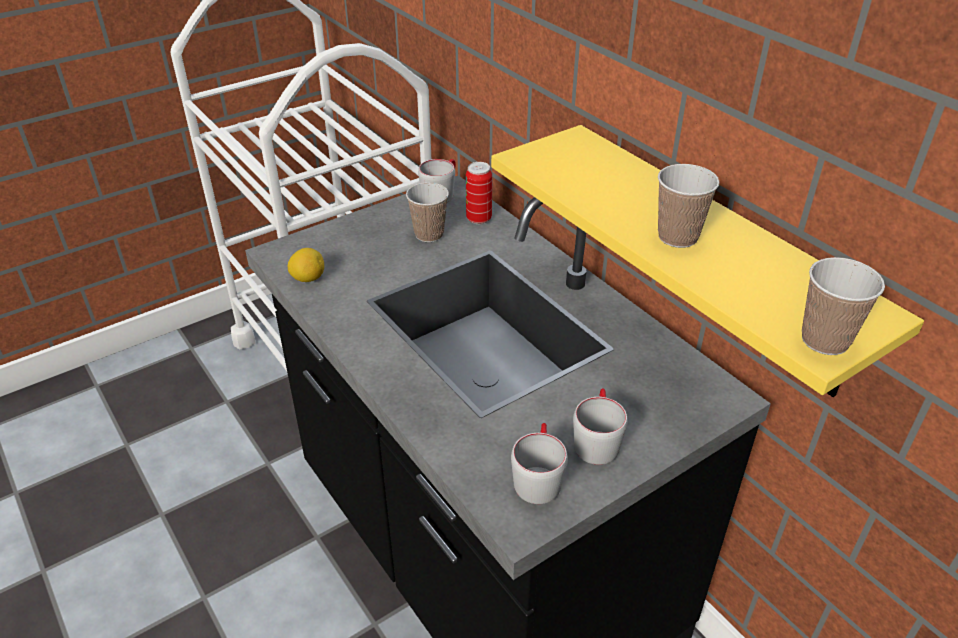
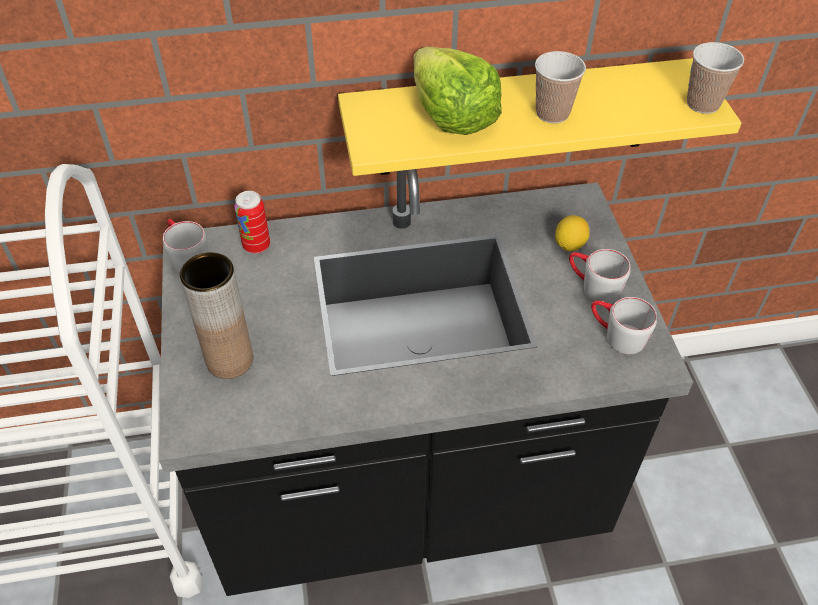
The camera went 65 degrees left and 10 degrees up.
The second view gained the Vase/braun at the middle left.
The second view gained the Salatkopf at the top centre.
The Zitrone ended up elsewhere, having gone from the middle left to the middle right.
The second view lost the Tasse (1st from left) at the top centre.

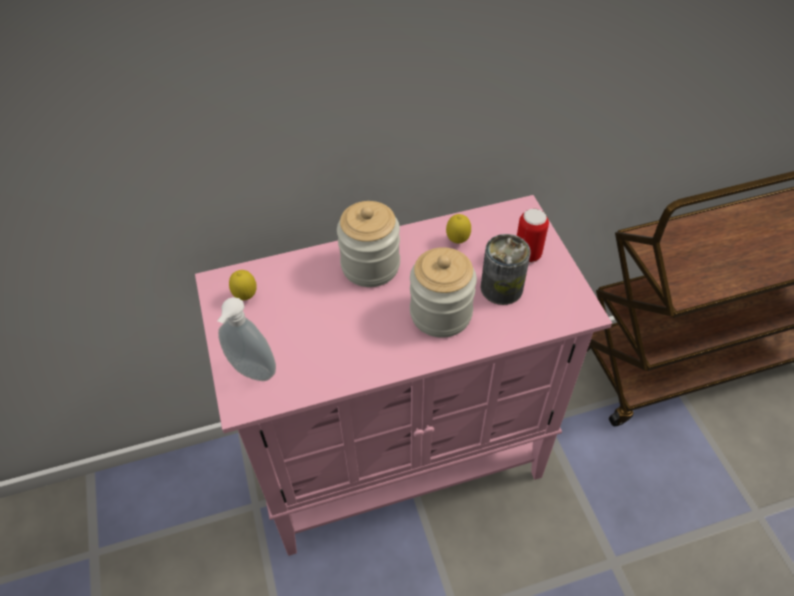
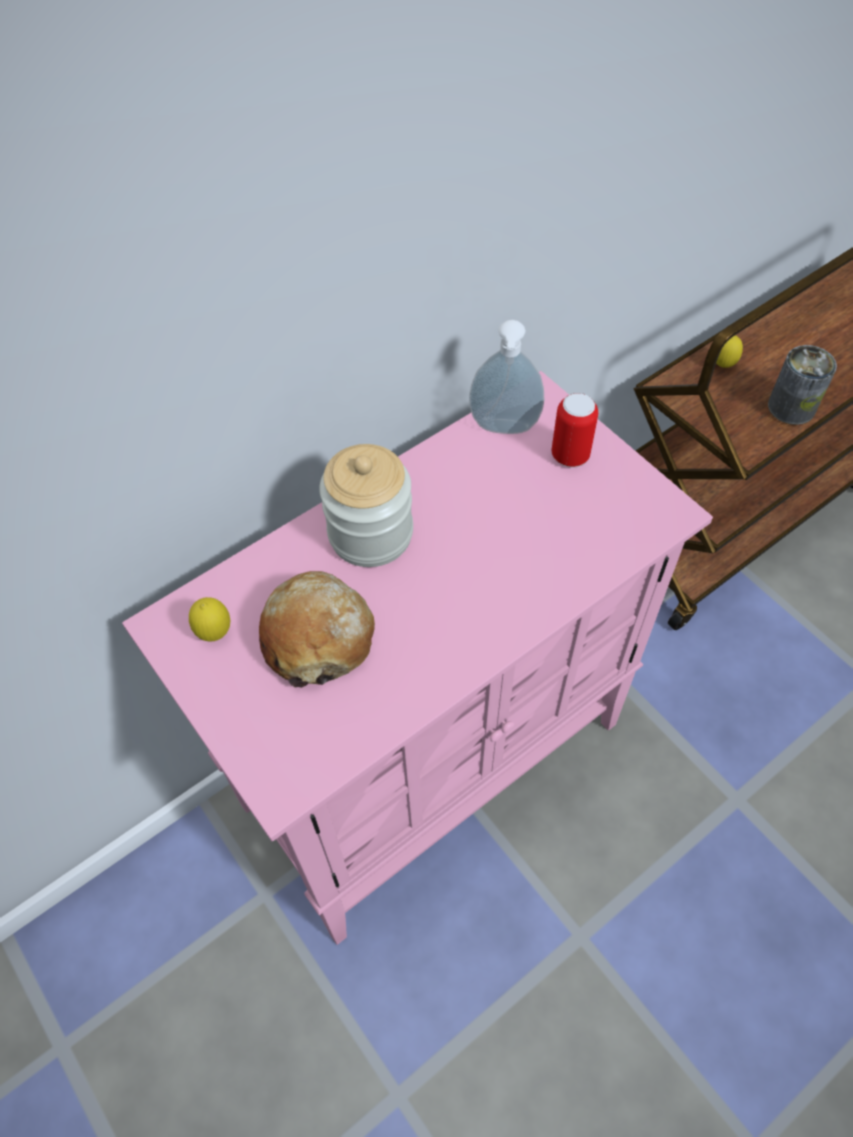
The camera went 20 degrees left and 5 degrees up.
The second view gained the Brot at the centre.
The Seifenspender ended up elsewhere, having gone from the middle left to the top centre.
The Zitrone (2nd from left) ended up elsewhere, having gone from the centre to the top right.
The Dose (1st from left in the first image) ended up elsewhere, having gone from the centre to the middle right.
The second view lost the Vorratsglas (2nd from left) at the centre.

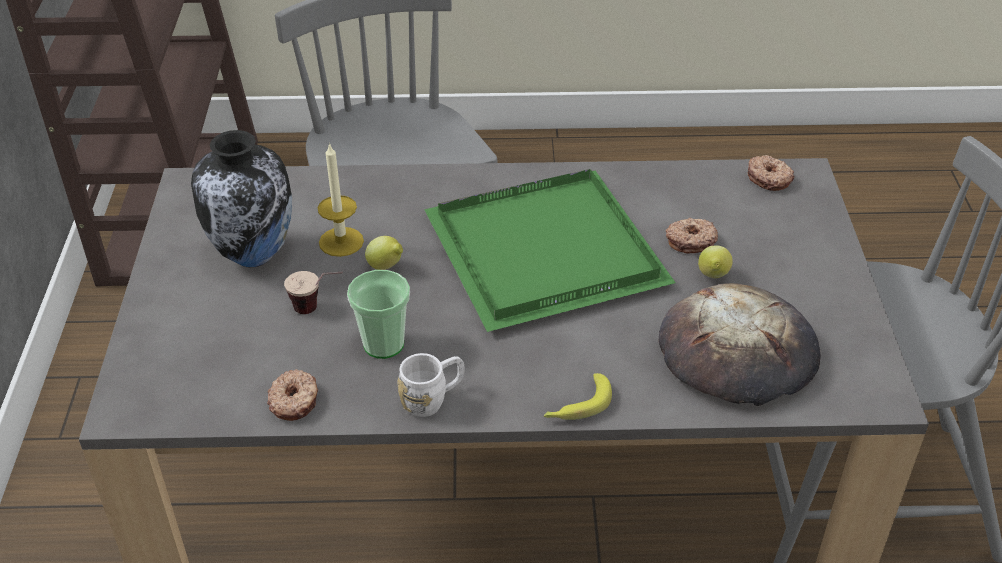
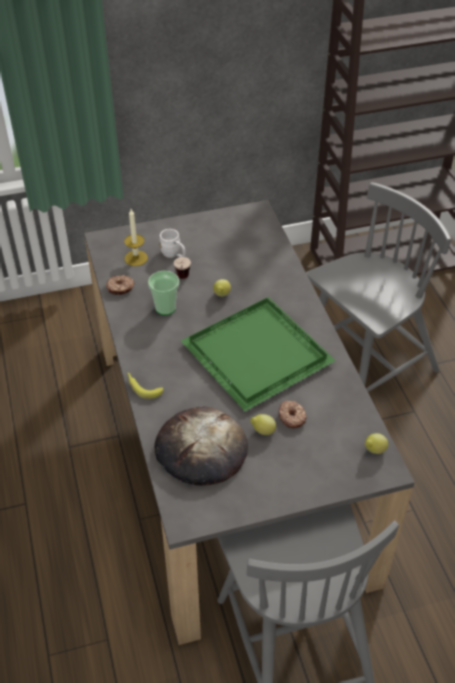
The camera went 75 degrees right and 5 degrees up.
The Kerze ended up elsewhere, having gone from the centre to the middle left.
The Henkelbecher/weiß ended up elsewhere, having gone from the bottom centre to the centre.
Where the Donut (3rd from left) stood at the top right, the Zitrone (3rd from left) came to stand at the middle right.
The second view lost the Vase at the middle left.

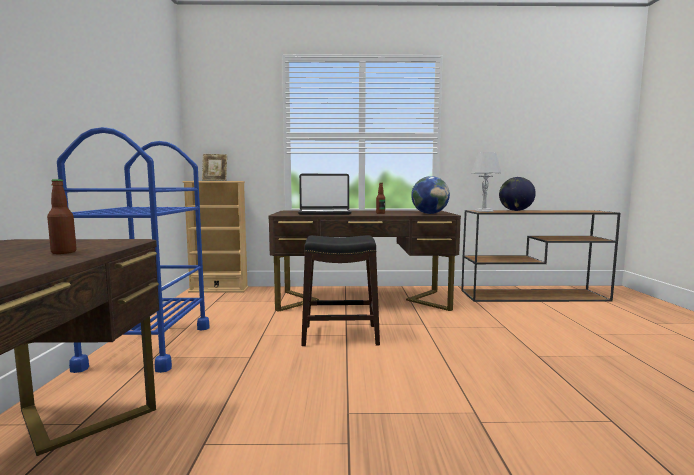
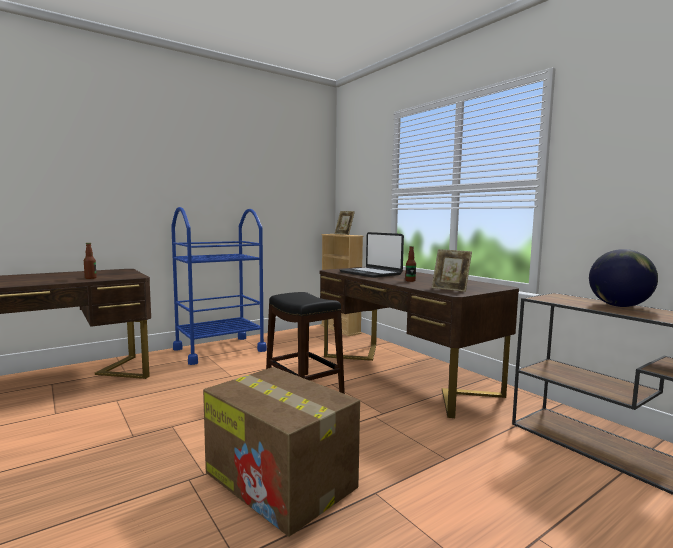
The camera went 55 degrees right and 0 degrees up.
The second view gained the Karton at the bottom centre.
Where the Globus (1st from left) stood at the centre, the Bilderrahmen (2nd from left) came to stand at the middle right.
The second view lost the Tischlampe/grau at the middle right.

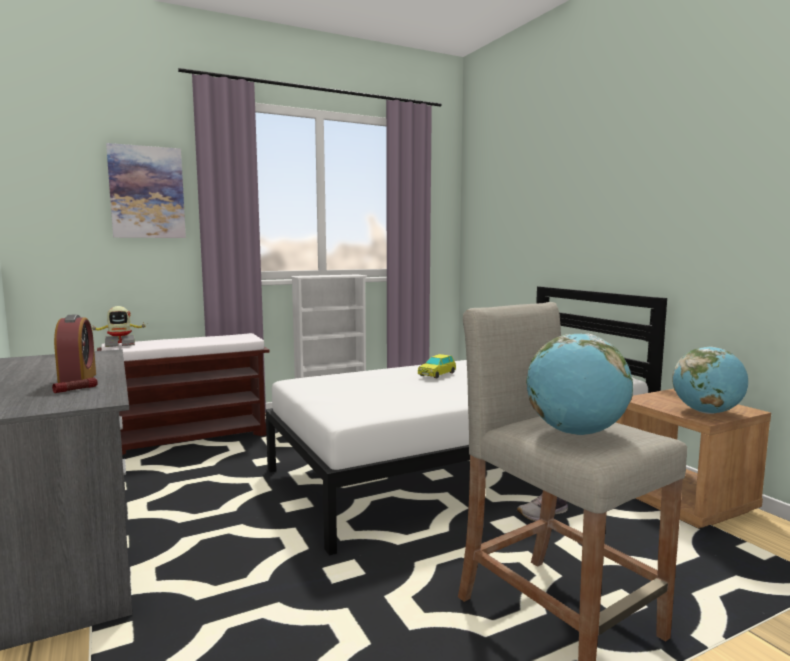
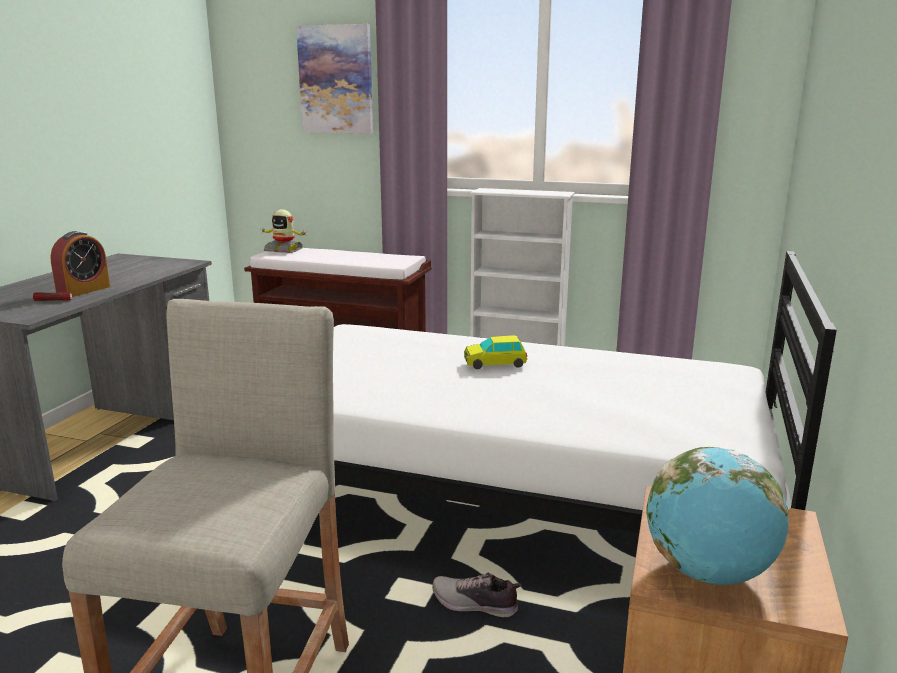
The camera went 45 degrees right and 10 degrees up.
The second view lost the Globus (1st from left) at the middle right.

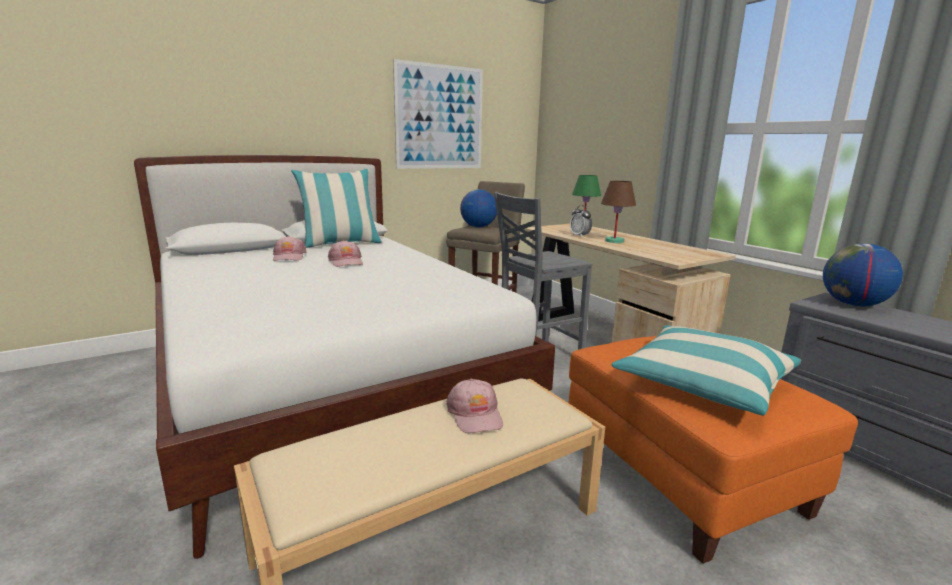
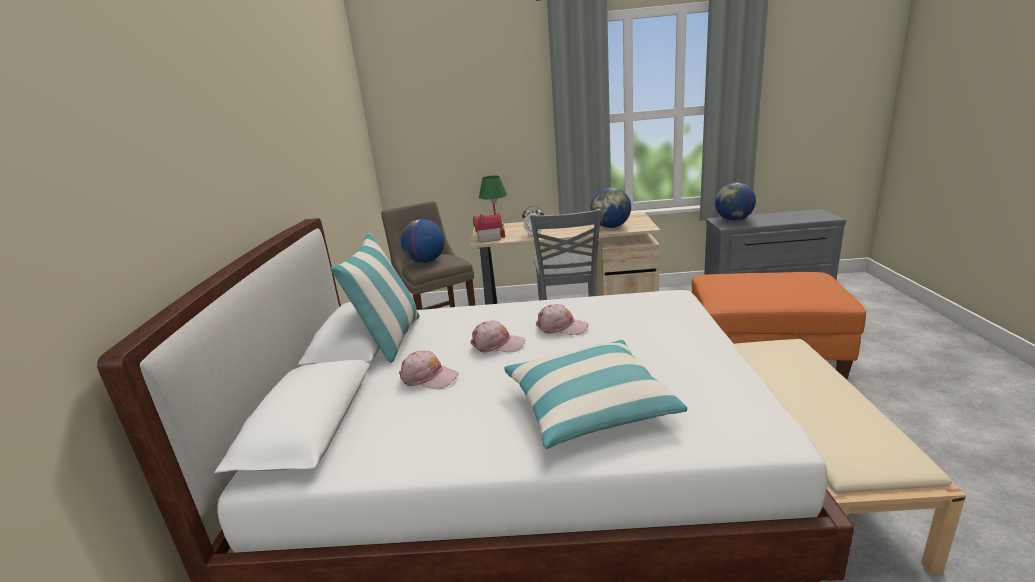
The camera went 55 degrees left and 5 degrees up.
The second view gained the Spielzeughaus at the centre.
The Kissen (2nd from left) ended up elsewhere, having gone from the middle right to the bottom centre.
The Kappe/rosa (3rd from left) ended up elsewhere, having gone from the bottom centre to the centre.
The second view gained the Globus (2nd from left) at the centre.
The second view lost the Bild at the top centre.
The second view lost the Tischlampe/braun at the centre.

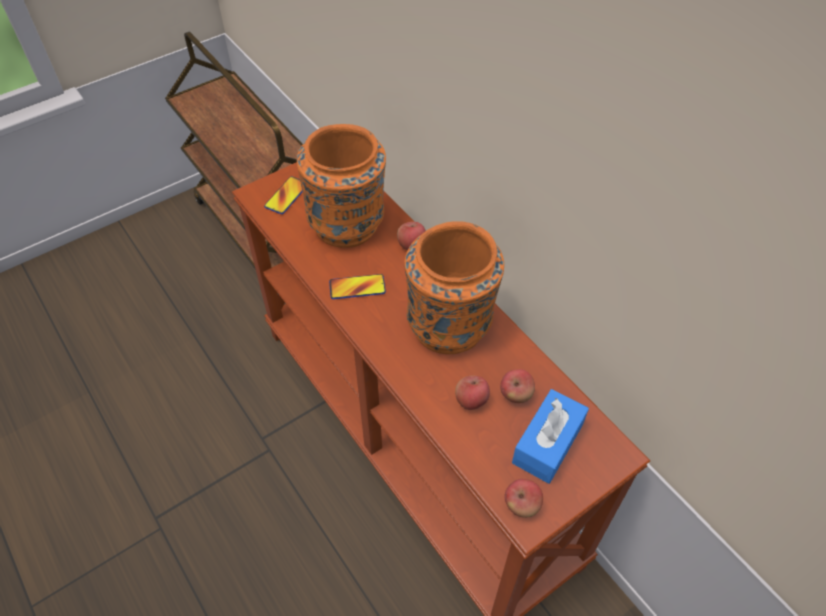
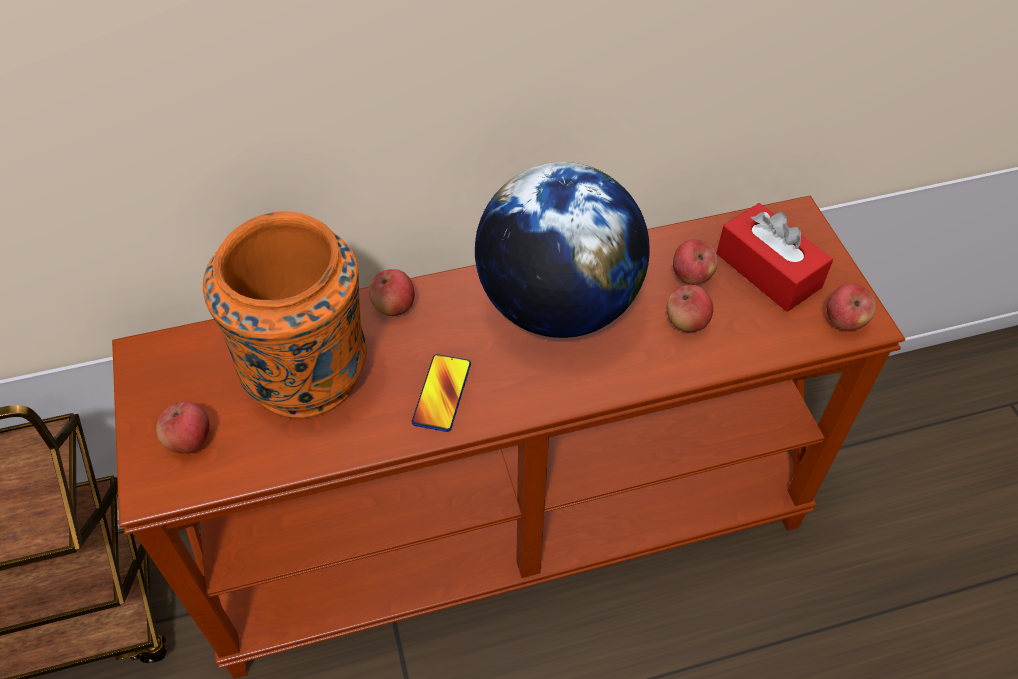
The camera went 70 degrees left and 0 degrees up.
Where the Handy (1st from left) stood at the top centre, the Apfel (1st from left) came to stand at the middle left.
Where the Vase/orange (2nd from left) stood at the centre, the Globus came to stand at the centre.
What was the Taschentuchbox/blau at the bottom centre turned into the Taschentuchbox/rot at the middle right.

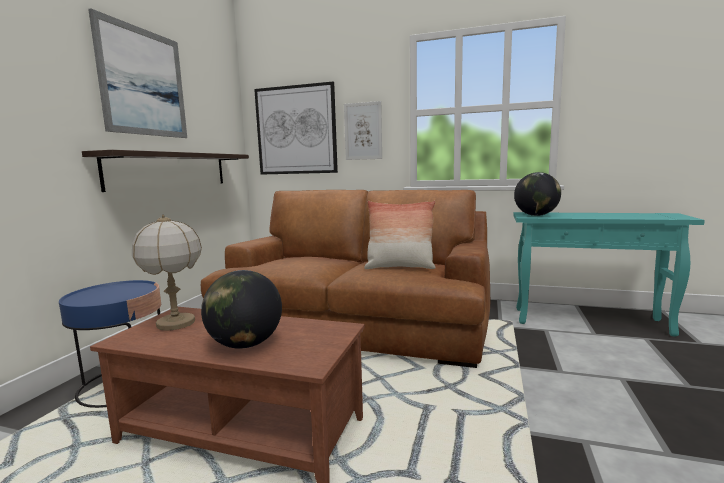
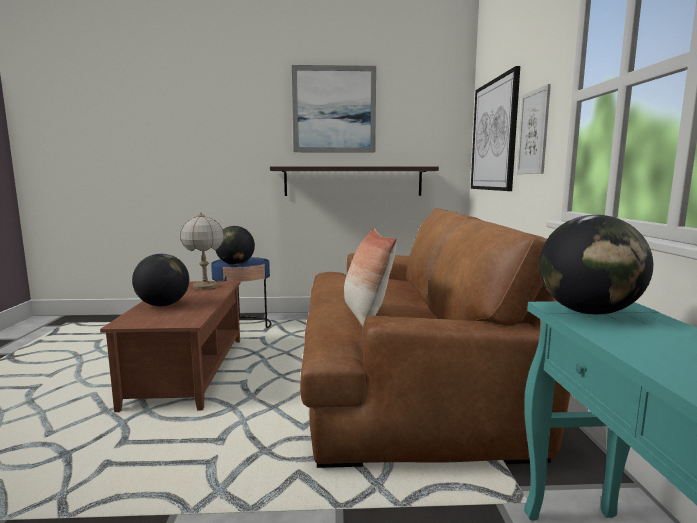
The camera went 70 degrees right and 0 degrees up.
The second view gained the Globus (2nd from left) at the centre.

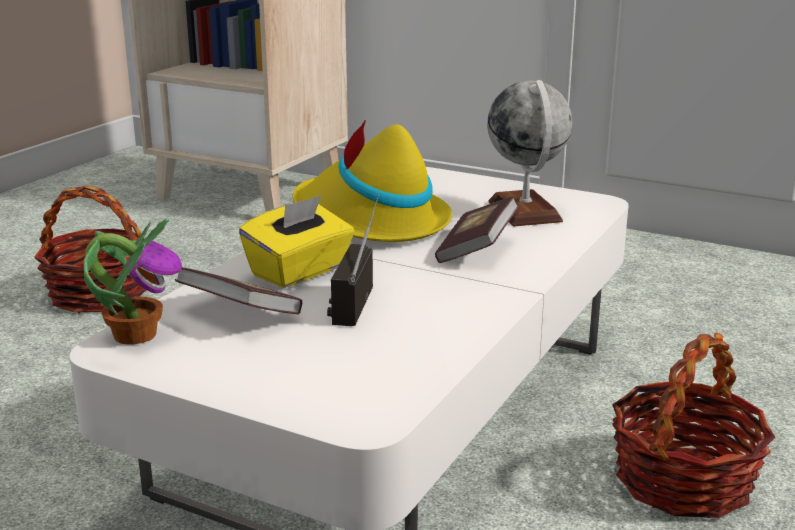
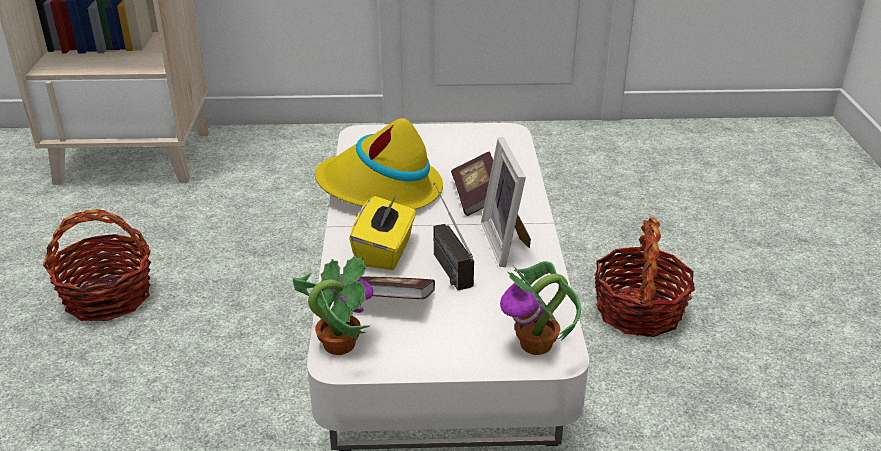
The camera went 30 degrees left and 10 degrees up.
The second view gained the Bilderrahmen at the centre.
The second view gained the Topfpflanze (2nd from left) at the bottom centre.
The second view lost the Globus at the top right.

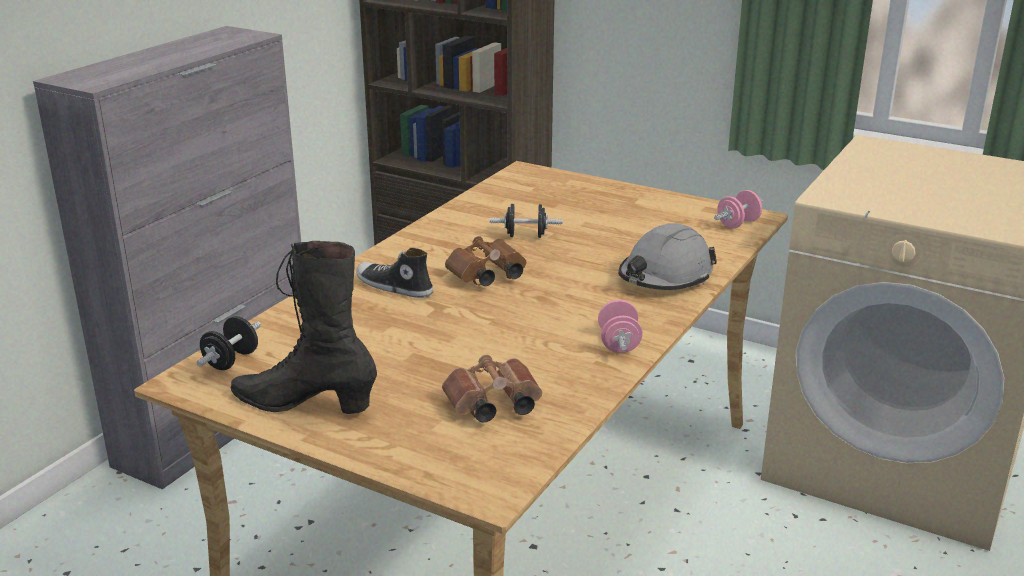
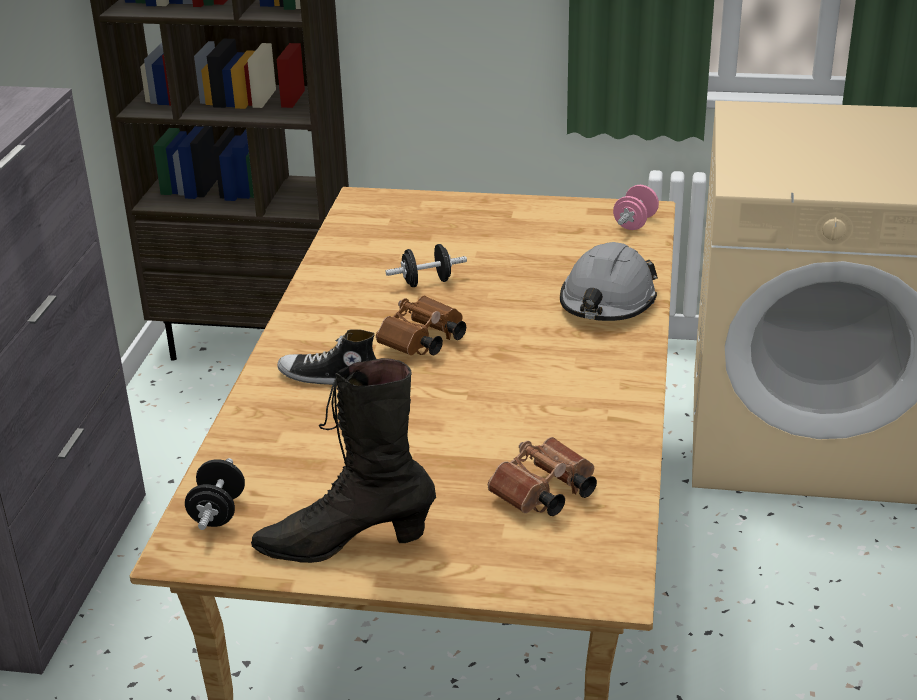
The camera went 20 degrees left and 5 degrees up.
The second view lost the Hantel/rosa (1st from left) at the centre.

